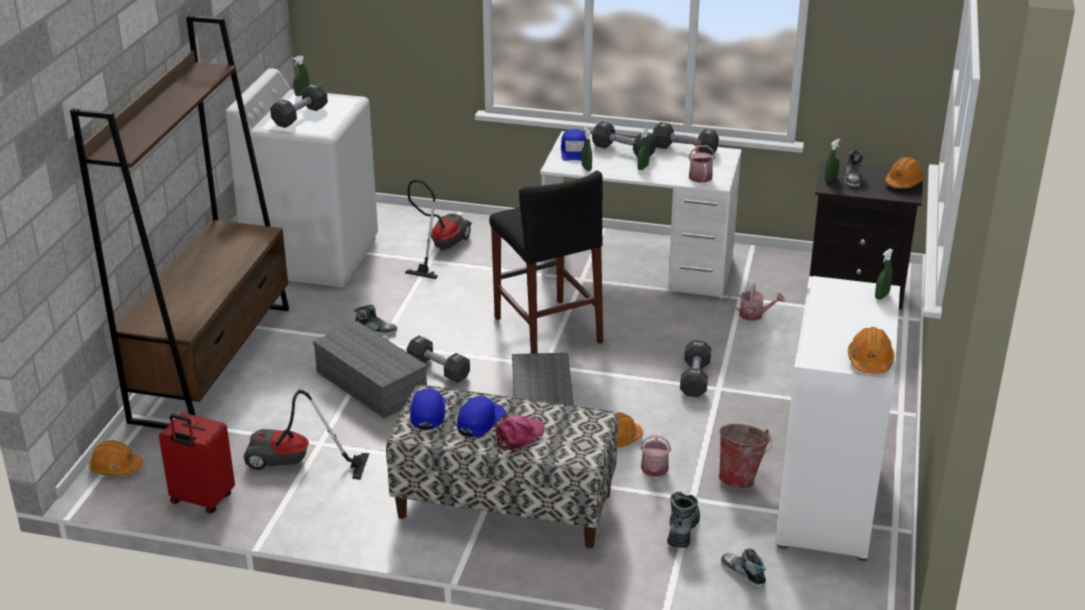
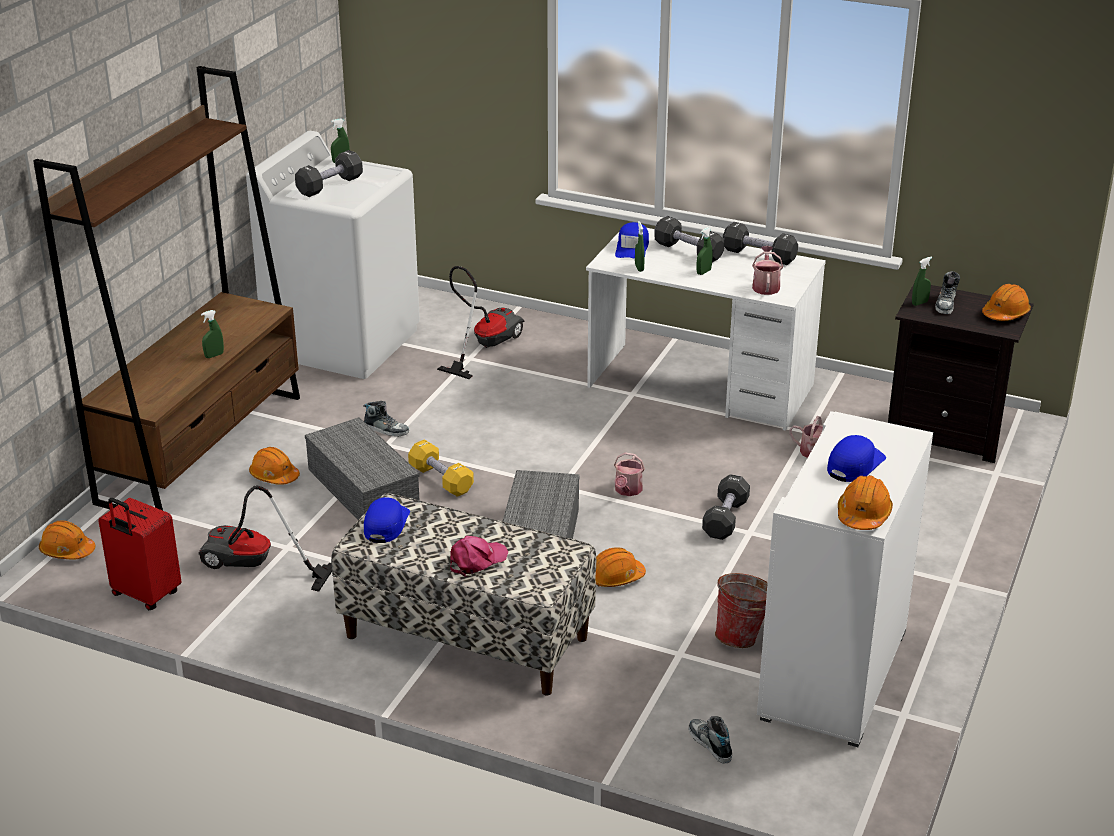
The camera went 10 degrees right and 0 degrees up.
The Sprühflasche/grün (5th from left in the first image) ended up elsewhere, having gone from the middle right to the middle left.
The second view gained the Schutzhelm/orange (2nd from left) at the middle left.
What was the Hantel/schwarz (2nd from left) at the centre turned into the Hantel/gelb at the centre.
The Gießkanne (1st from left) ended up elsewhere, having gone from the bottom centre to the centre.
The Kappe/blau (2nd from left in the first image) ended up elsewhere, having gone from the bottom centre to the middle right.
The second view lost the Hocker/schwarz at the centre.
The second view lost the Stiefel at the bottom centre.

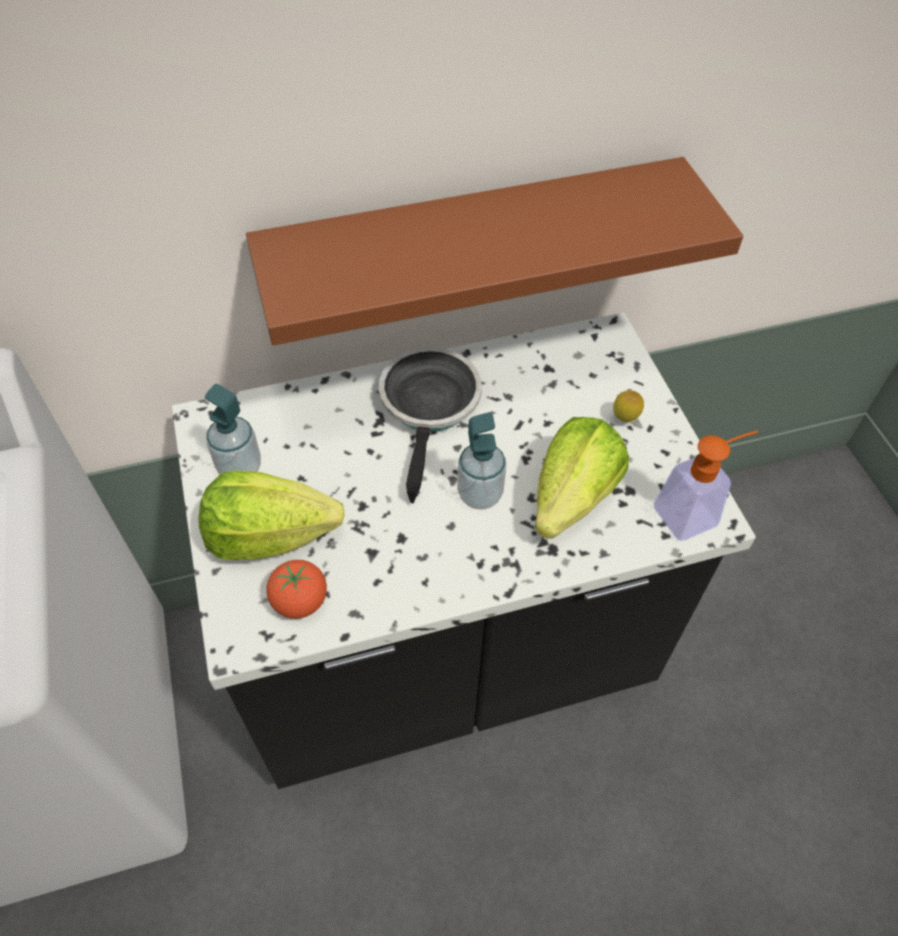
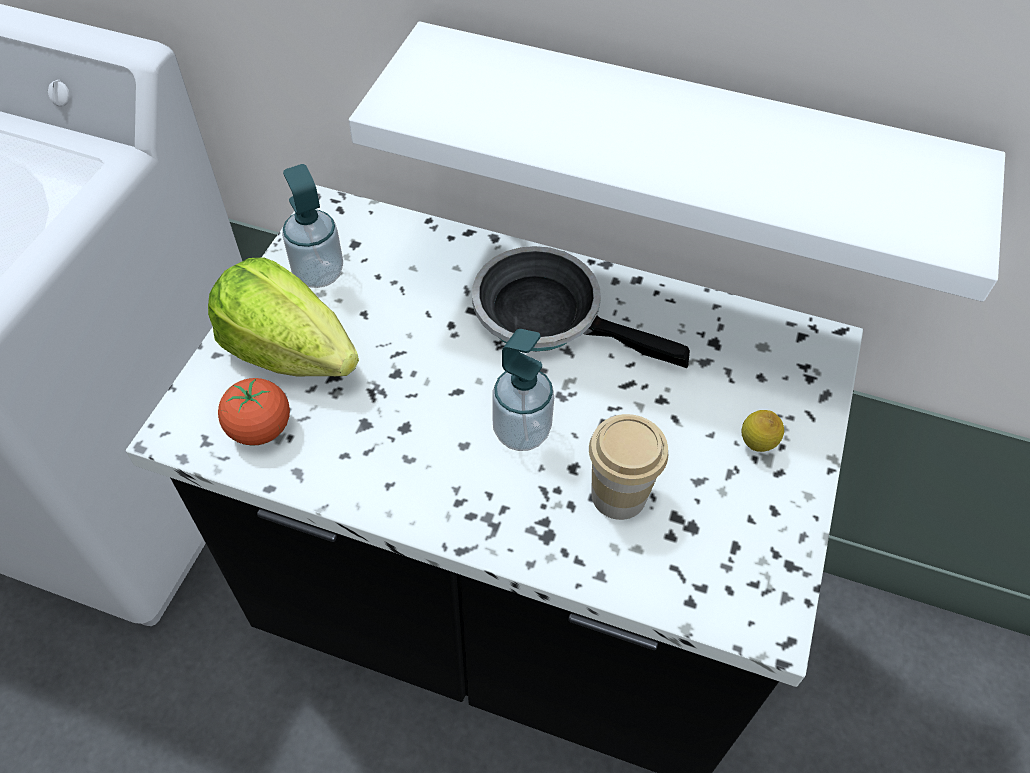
The camera went 35 degrees right and 0 degrees up.
What was the Wandregal/braun at the top centre turned into the Wandregal/weiß at the top centre.
The Pfanne at the centre ended up facing another way, 105 degrees counterclockwise from before.
Where the Salatkopf (2nd from left) stood at the centre, the Tasse came to stand at the centre.
The second view lost the Seifenspender (3rd from left) at the middle right.

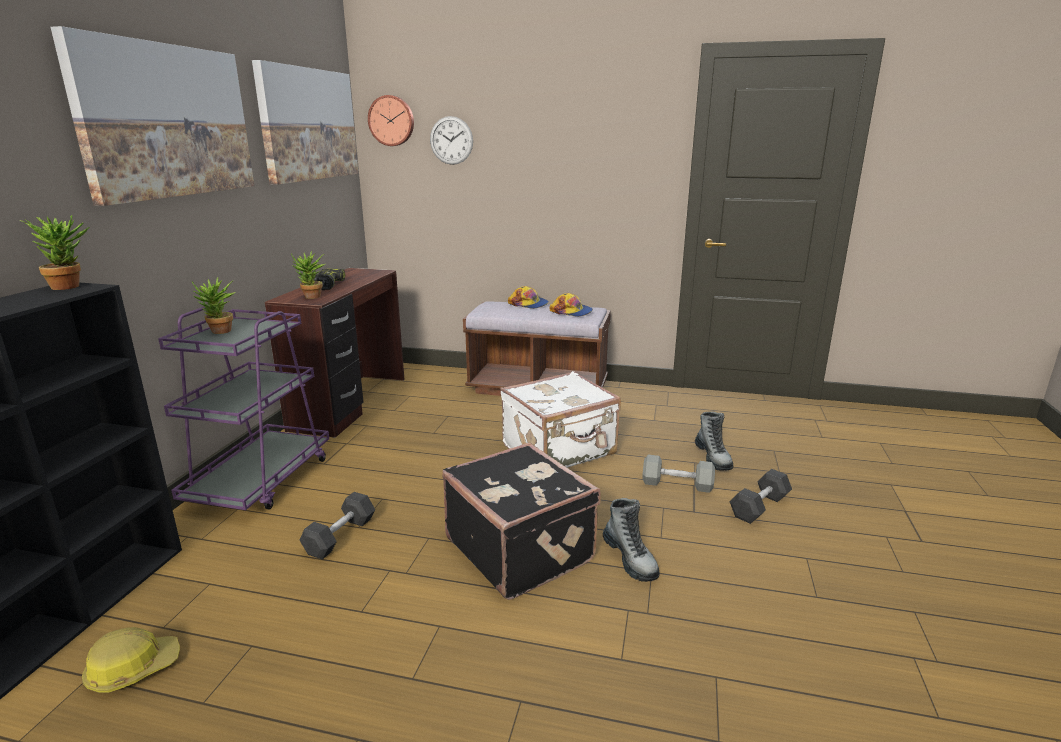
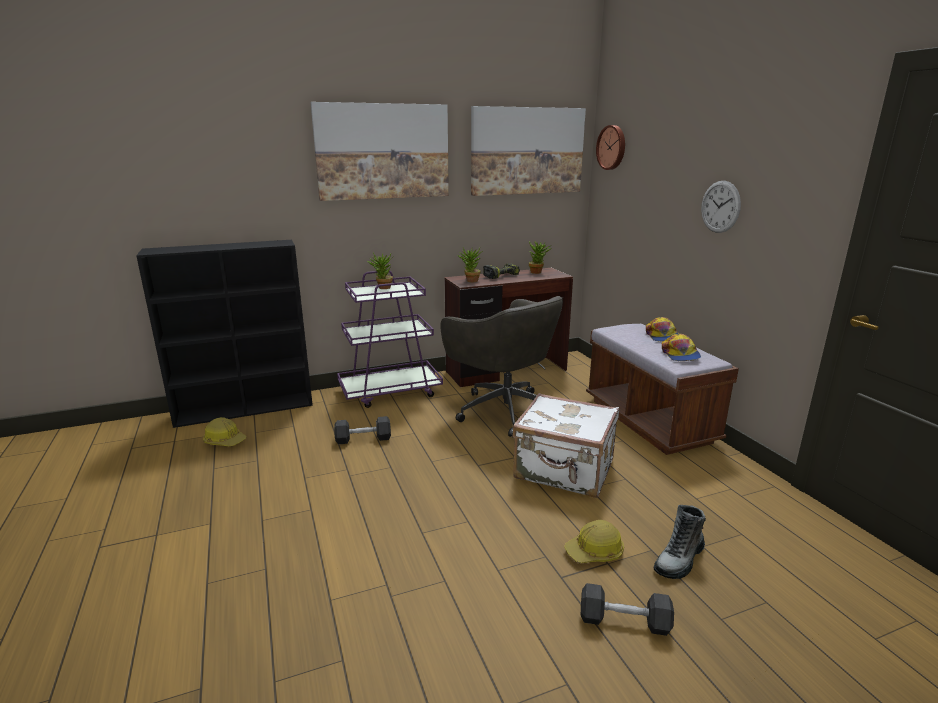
The camera went 55 degrees right and 0 degrees up.
The second view gained the Bürostuhl/grau at the centre.
The Topfpflanze (1st from left in the first image) ended up elsewhere, having gone from the middle left to the centre.
Where the Hantel/grau (2nd from left) stood at the centre, the Schutzhelm (2nd from left) came to stand at the bottom centre.
The Wanduhr (2nd from left) ended up elsewhere, having gone from the top centre to the top right.
The second view lost the Koffer/schwarz at the bottom centre.
The second view lost the Stiefel (1st from left) at the bottom centre.

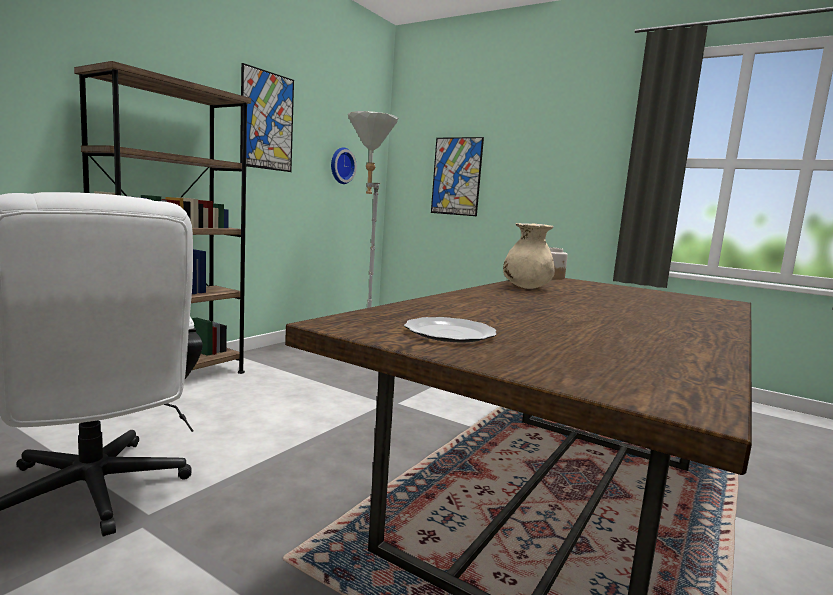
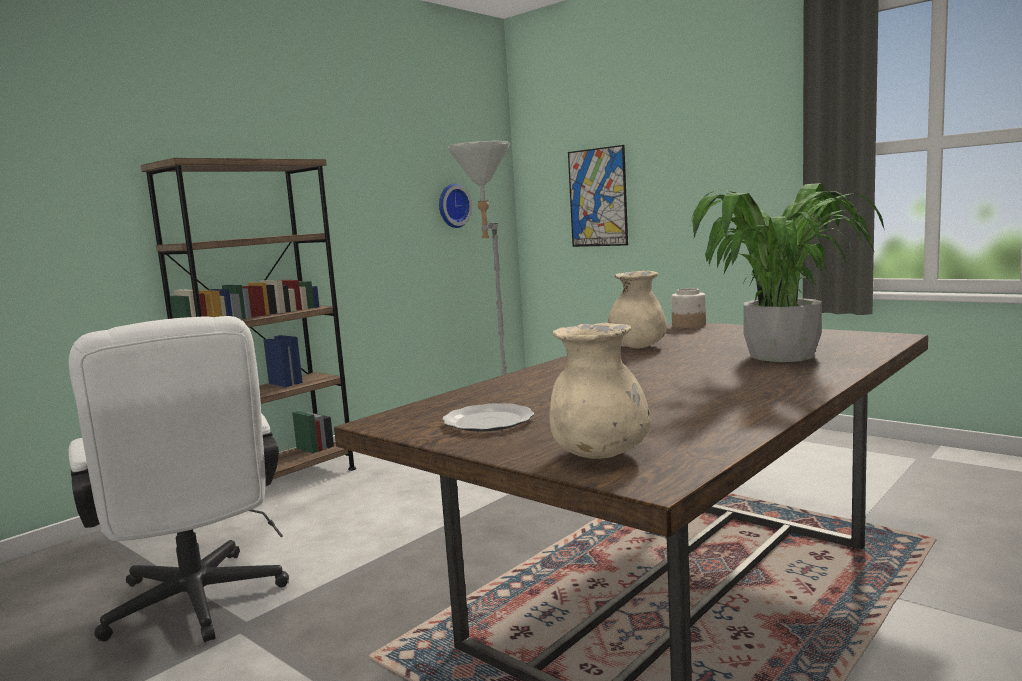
The camera went 10 degrees right and 0 degrees up.
The second view gained the Vase/beige (1st from left) at the centre.
The second view gained the Topfpflanze at the middle right.
The second view lost the Bild (1st from left) at the top left.

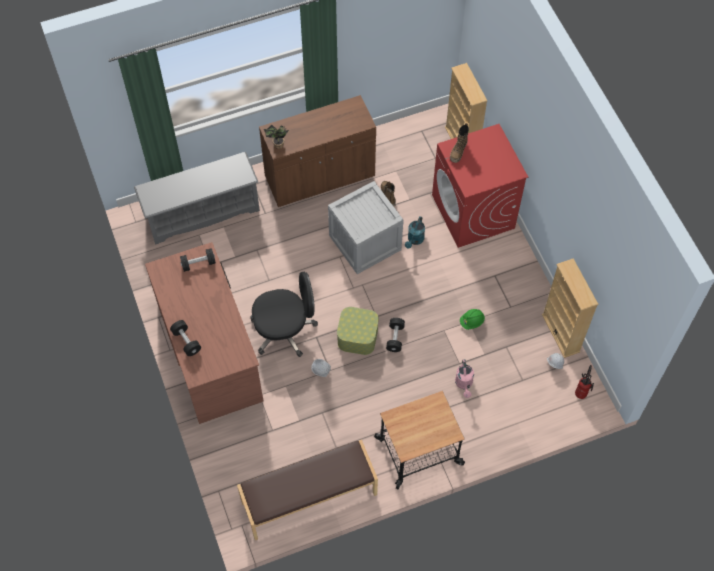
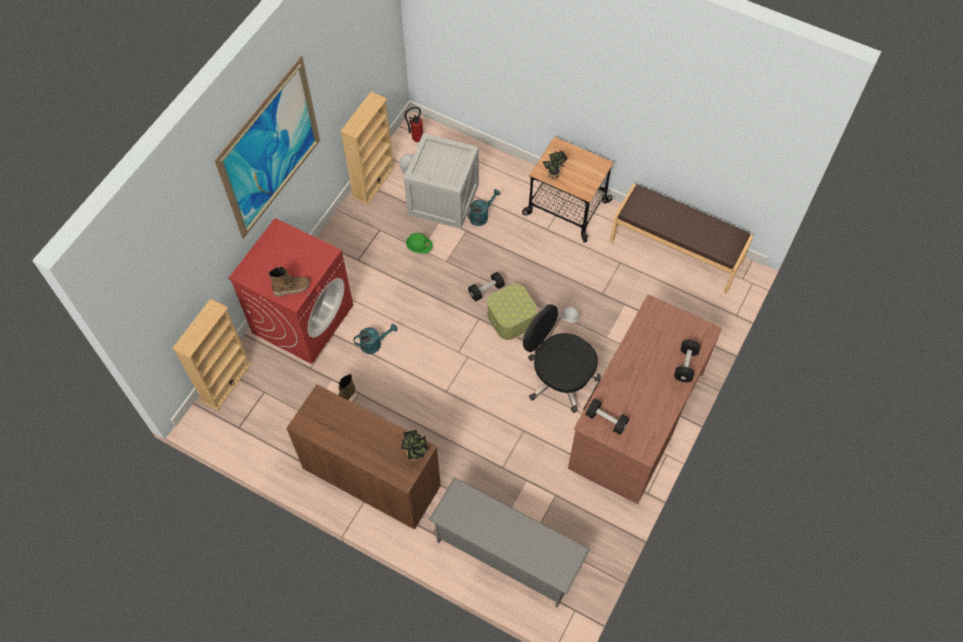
The camera went 130 degrees left and 0 degrees up.
The second view gained the Bild at the top left.
The Kiste ended up elsewhere, having gone from the centre to the top centre.
What was the Gießkanne/rosa at the centre turned into the Gießkanne/türkis (2nd from left) at the top centre.
The second view gained the Topfpflanze (2nd from left) at the top centre.

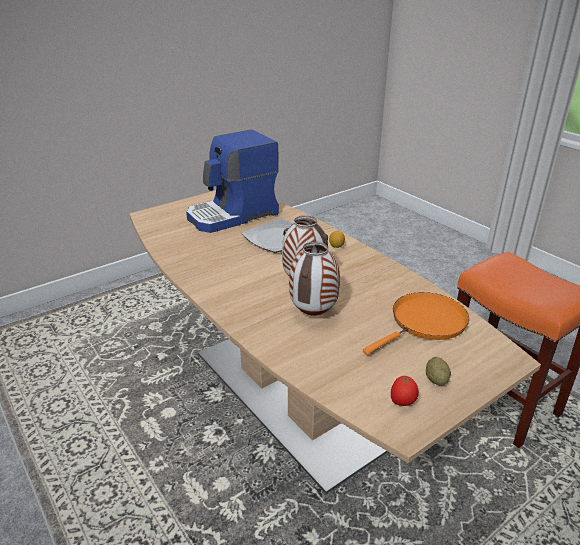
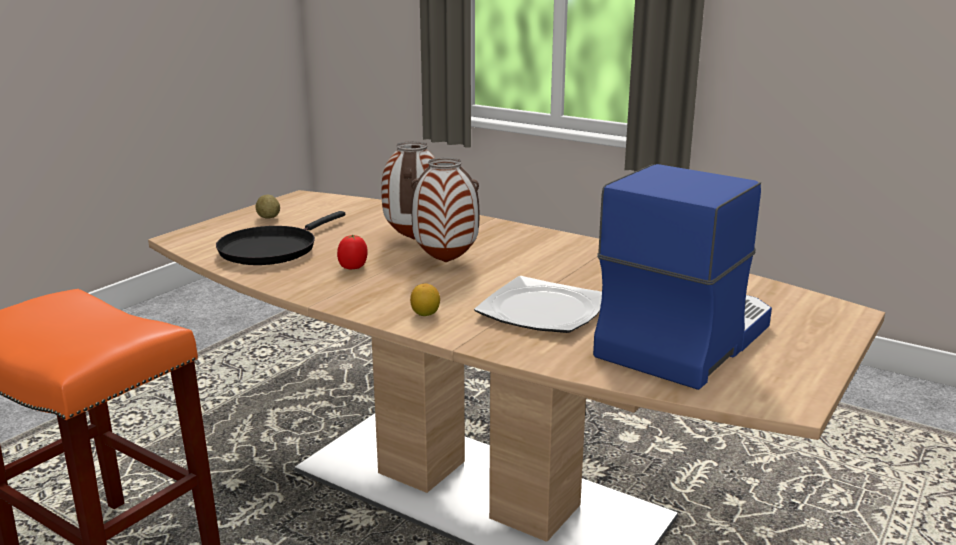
The camera went 160 degrees right and 10 degrees down.
What was the Pfanne/orange at the middle right turned into the Pfanne/schwarz at the middle left.
The Tomate ended up elsewhere, having gone from the bottom right to the centre.

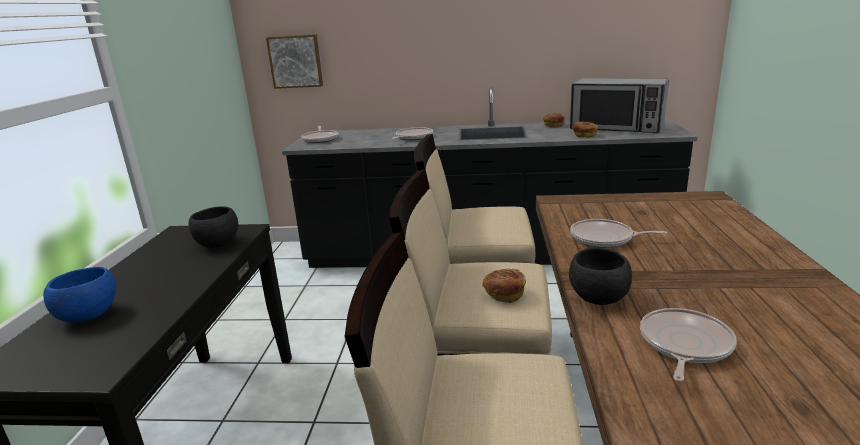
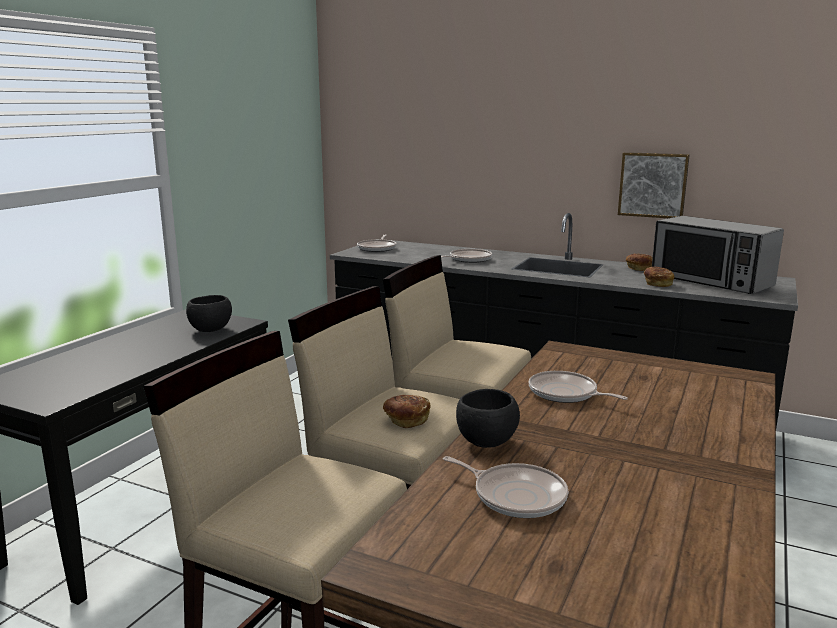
The camera went 20 degrees right and 5 degrees down.
The Pfanne (4th from left in the first image) at the bottom right ended up facing another way, 75 degrees clockwise from before.
The Bild ended up elsewhere, having gone from the top centre to the top right.
The second view lost the Schüssel/blau at the middle left.

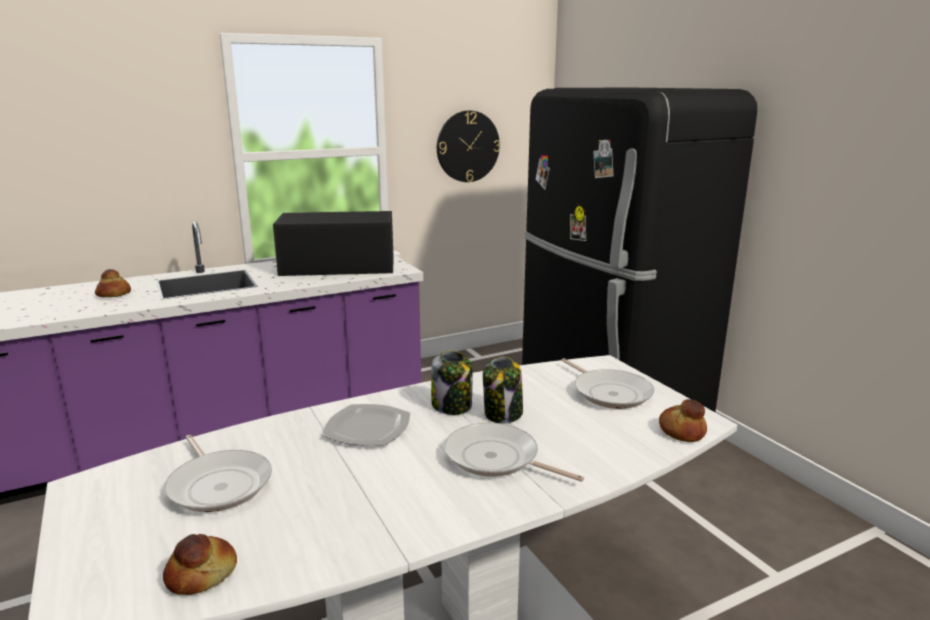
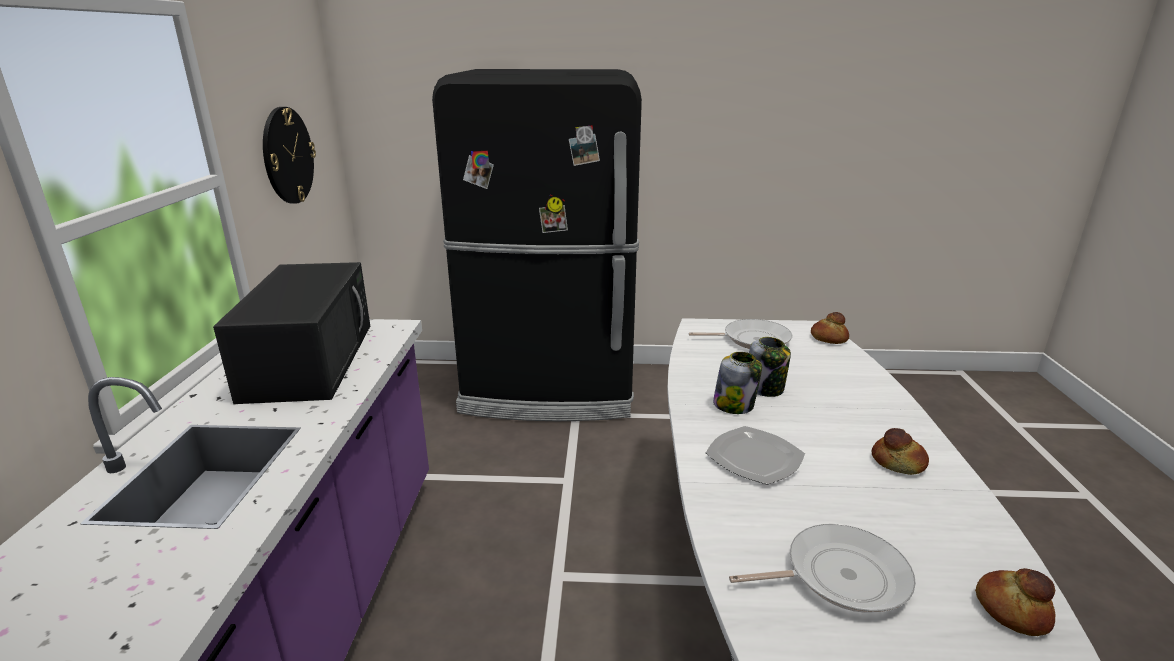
The camera went 60 degrees left and 5 degrees up.
The Mikrowelle/schwarz at the centre ended up facing another way, 150 degrees clockwise from before.
The Brot (1st from left in the first image) ended up elsewhere, having gone from the middle left to the bottom right.
The second view lost the Pfanne (2nd from left) at the bottom centre.

